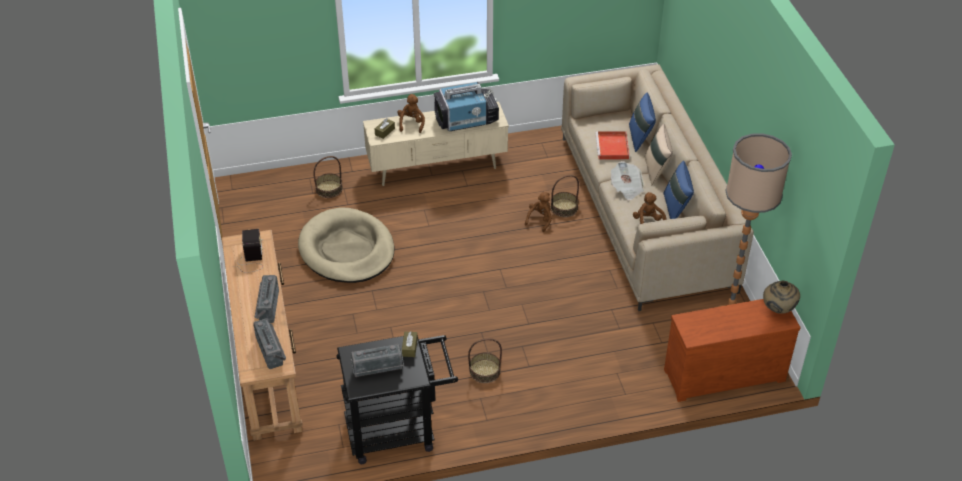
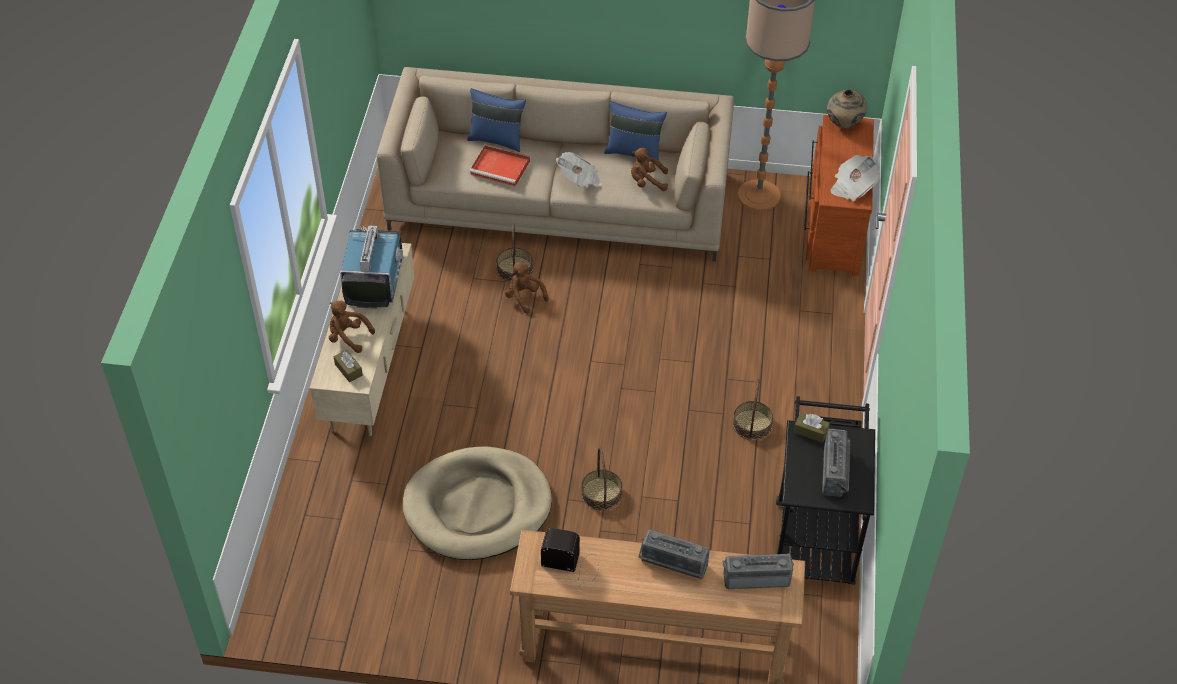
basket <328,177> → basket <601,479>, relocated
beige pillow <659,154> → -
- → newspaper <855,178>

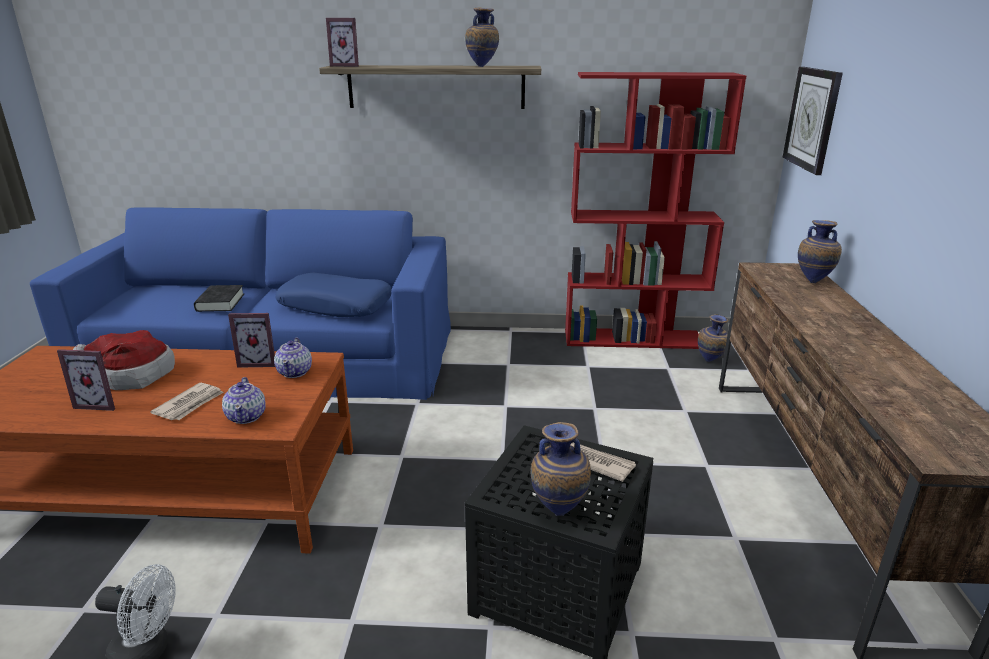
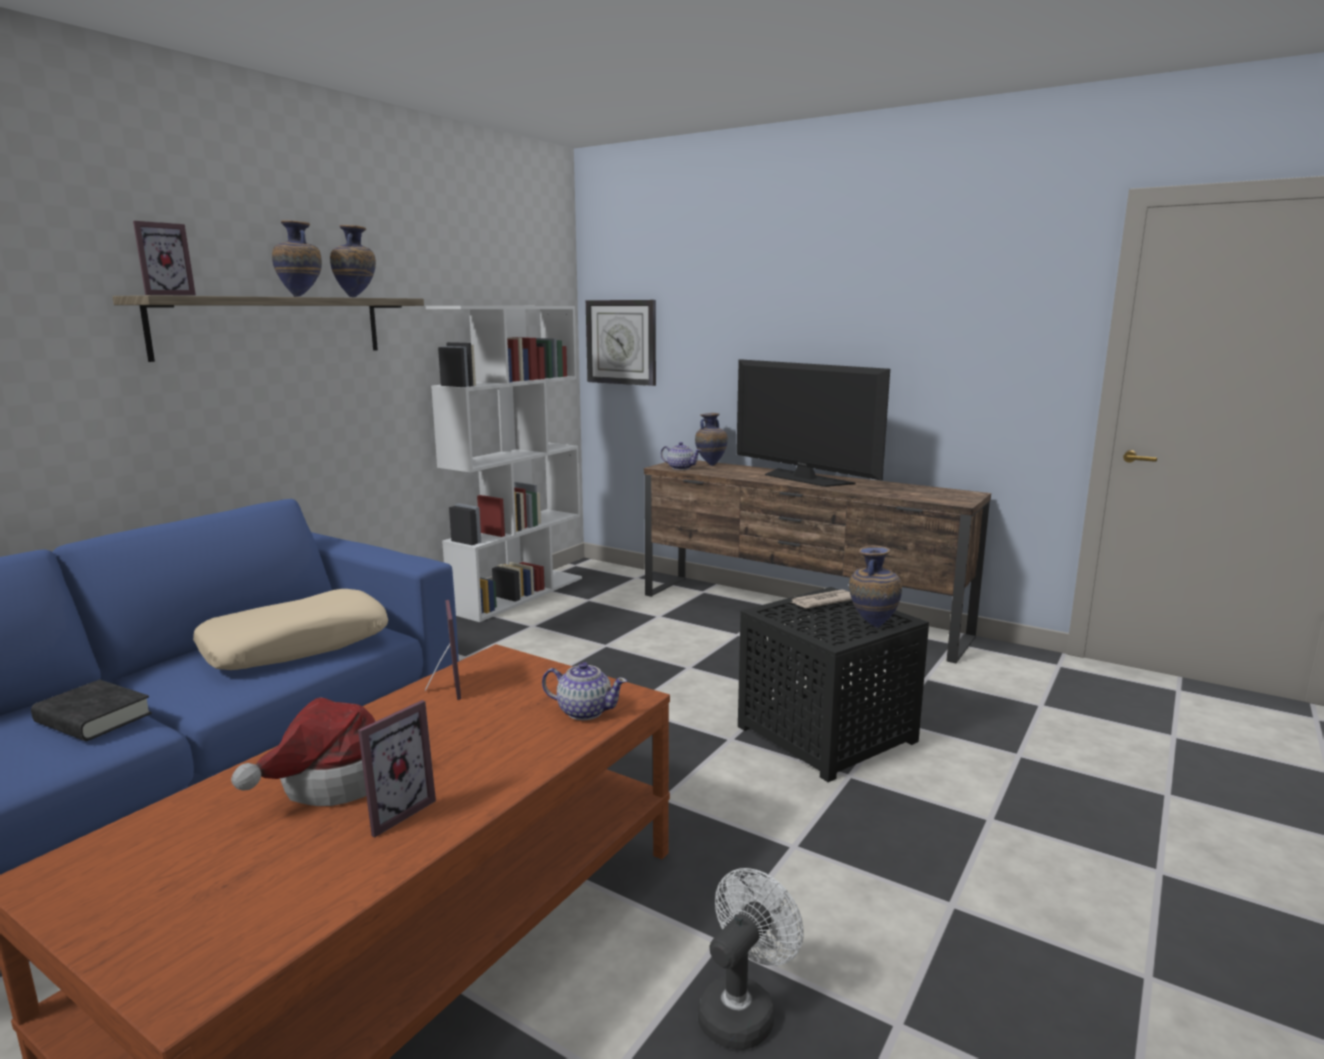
newspaper <187,401> → -
picture frame <251,340> → picture frame <443,650>, 45 degrees counterclockwise
teapot <293,358> → teapot <681,456>, relocated
blue pillow <333,295> → beige pillow <290,629>
red bookcase <655,210> → white bookcase <504,464>
vase <713,338> → vase <297,258>, relocated
- → television <813,423>

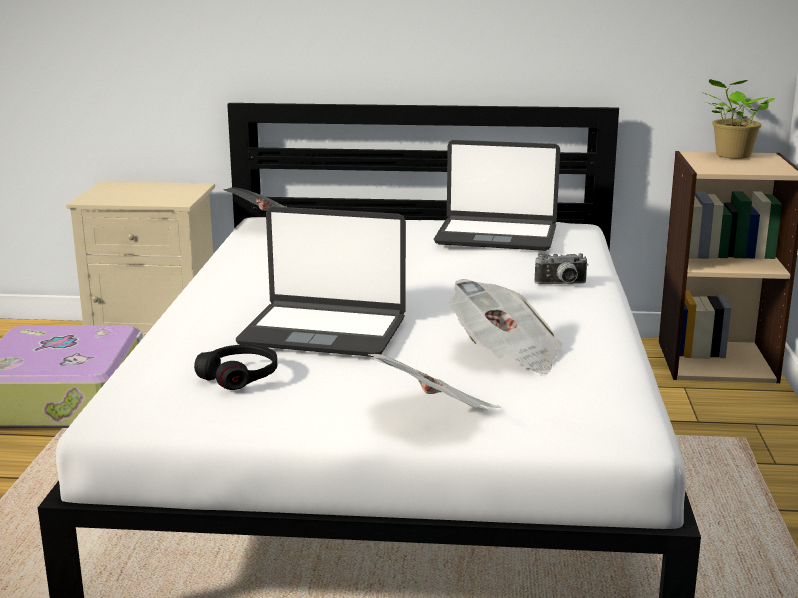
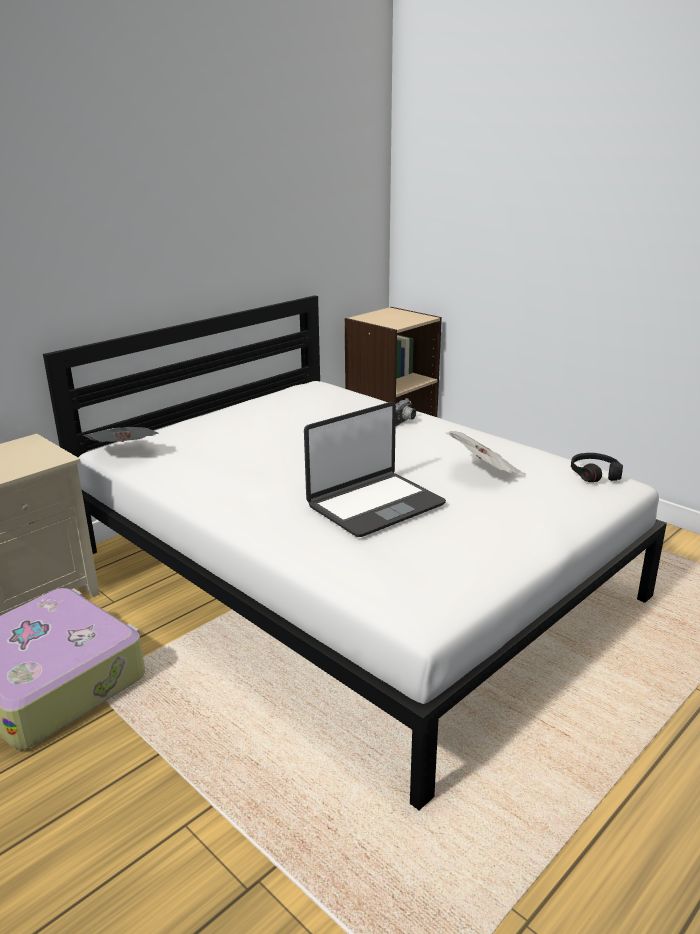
black headphones <235,367> → black headphones <597,467>, relocated
newspaper <435,382> → -
laptop <497,195> → -
potted plant <739,119> → -

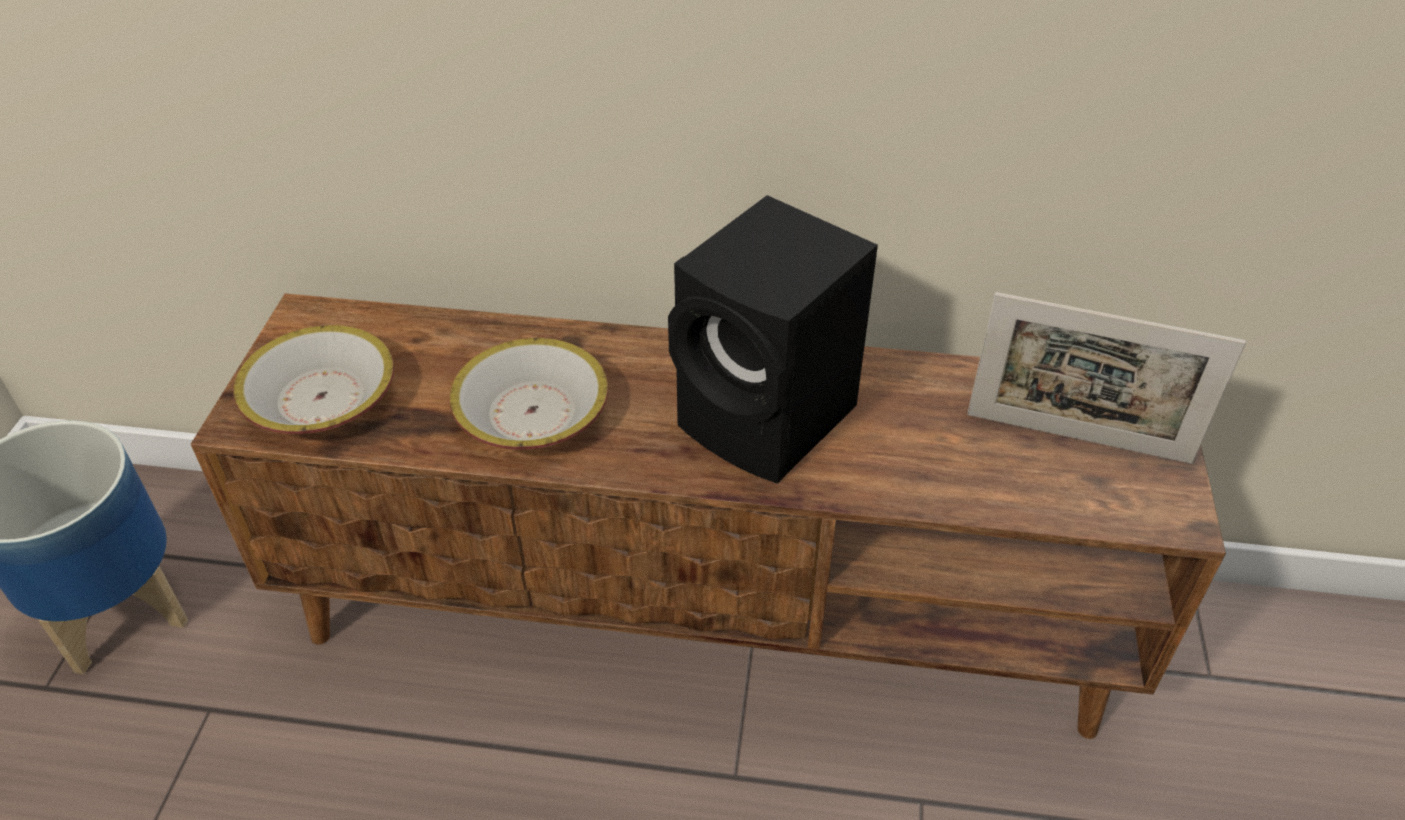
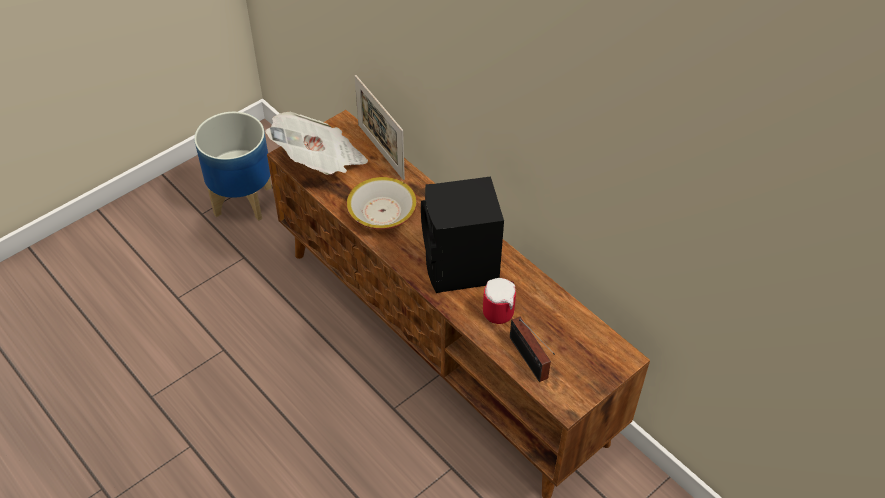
bowl <314,379> → newspaper <316,143>
picture frame <1106,378> → picture frame <380,127>, relocated
- → mug <499,301>
- → radio <532,349>

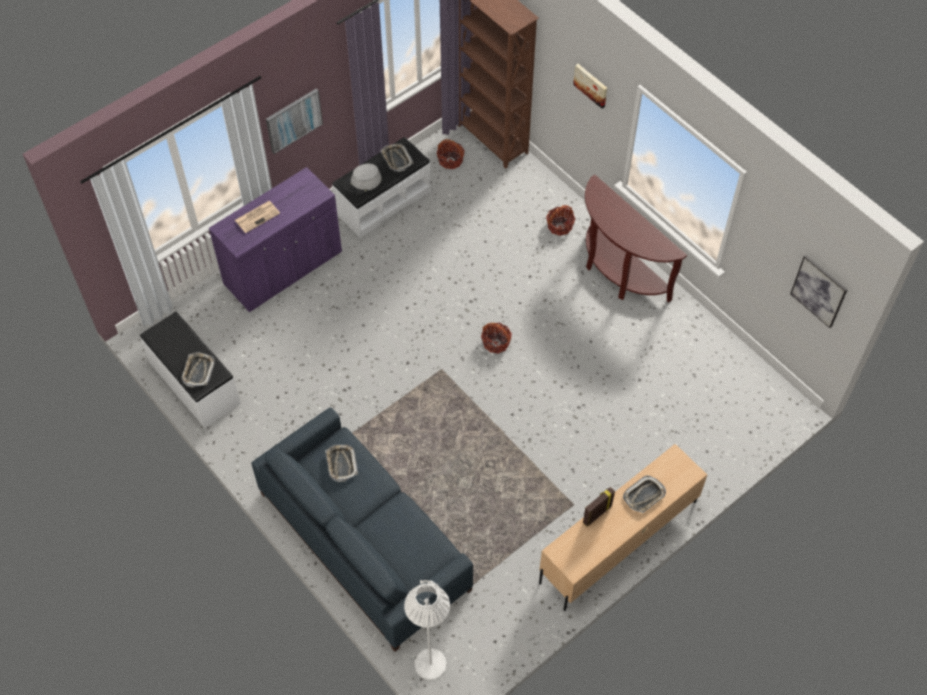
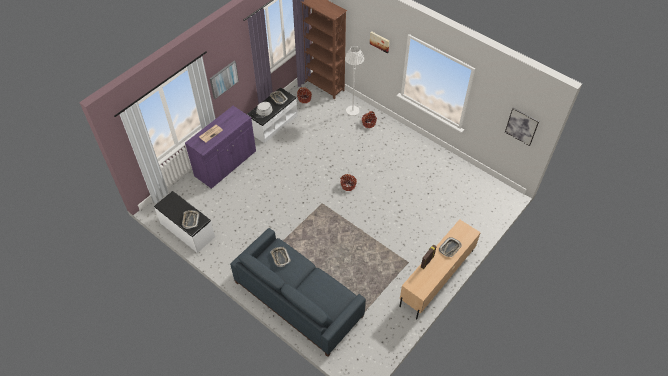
white floor lamp <427,630> → white floor lamp <354,81>, relocated
brown console table <636,239> → -

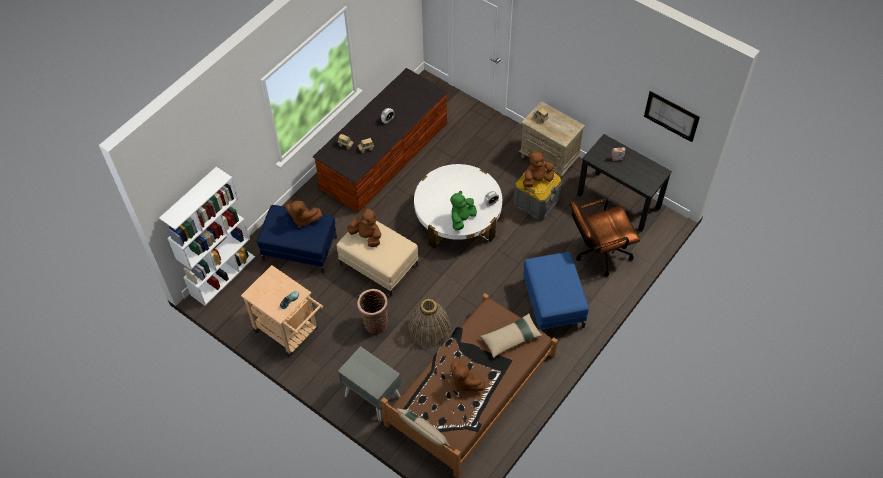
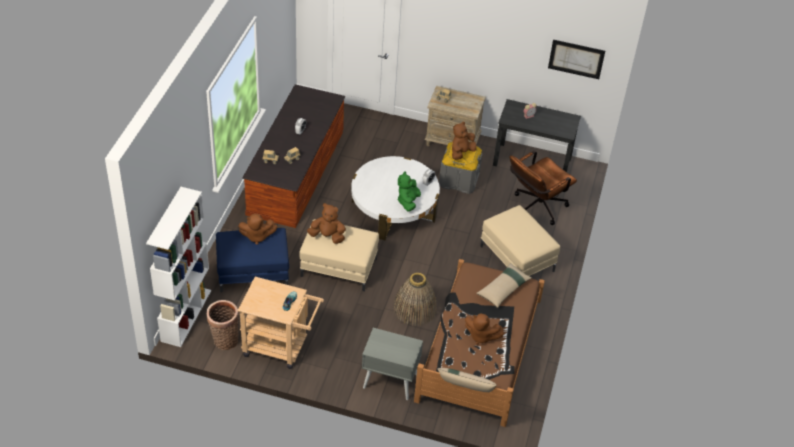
basket <372,311> → basket <223,325>, relocated
blue ottoman <556,291> → beige ottoman <520,240>

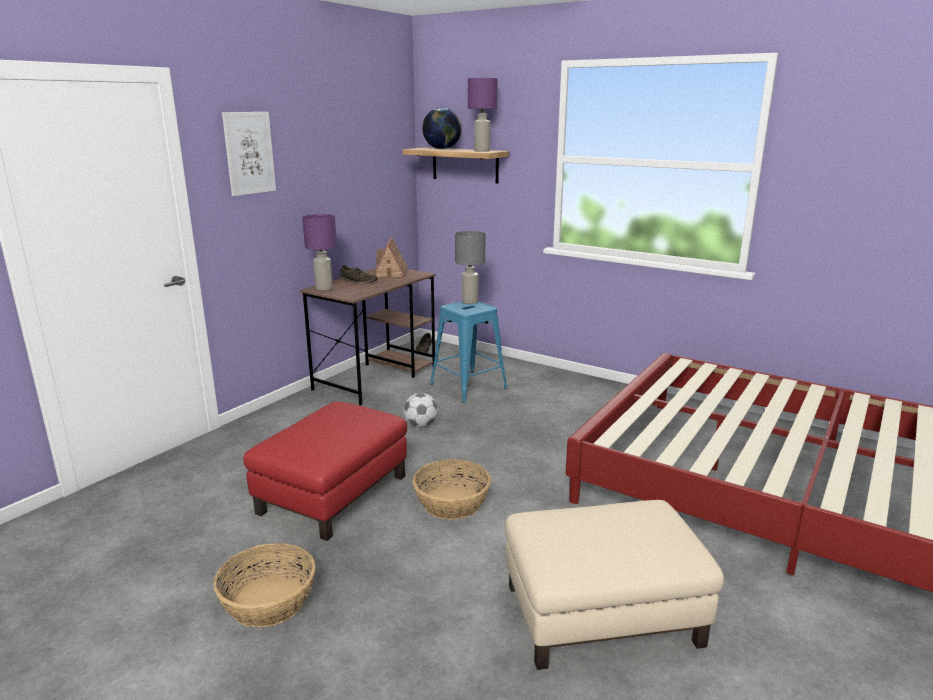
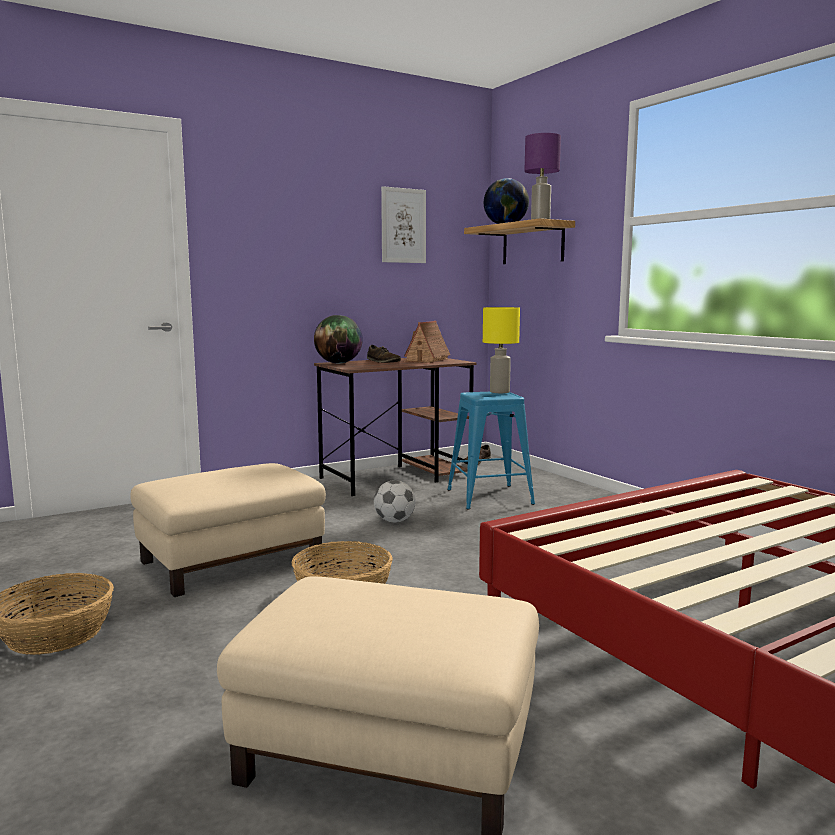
picture <249,154> → picture <403,224>, relocated
red ottoman <325,471> → beige ottoman <228,530>
purple table lamp <319,252> → globe <338,339>
grey table lamp <470,267> → yellow table lamp <501,350>

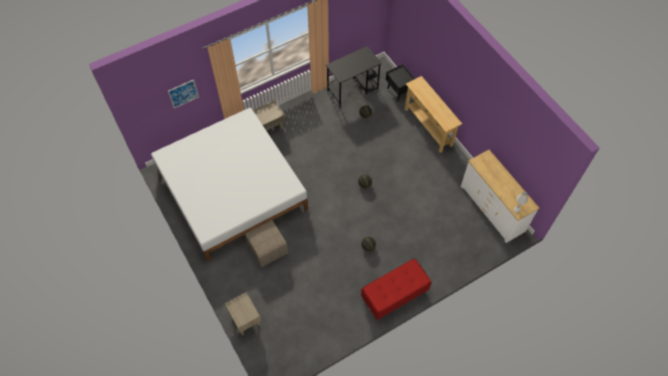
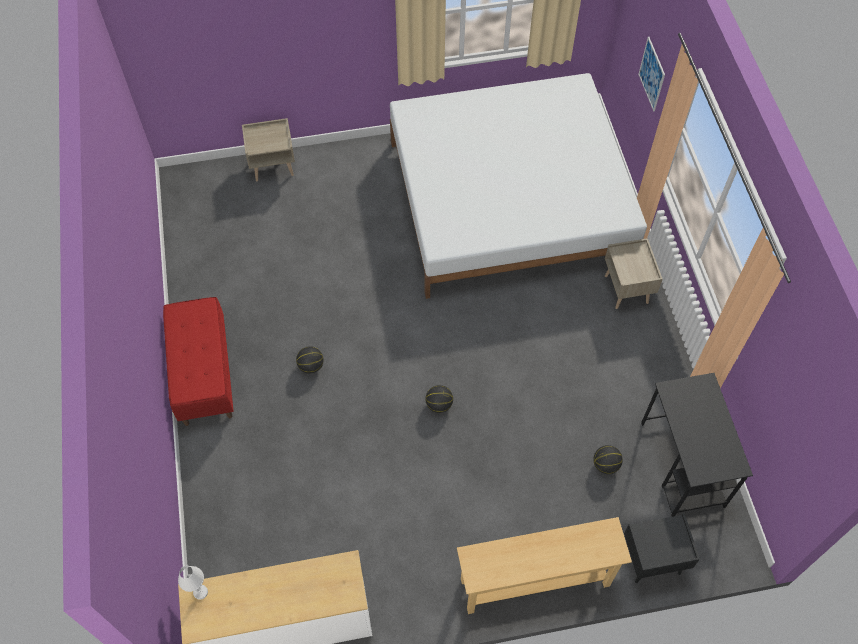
beige ottoman <266,243> → -

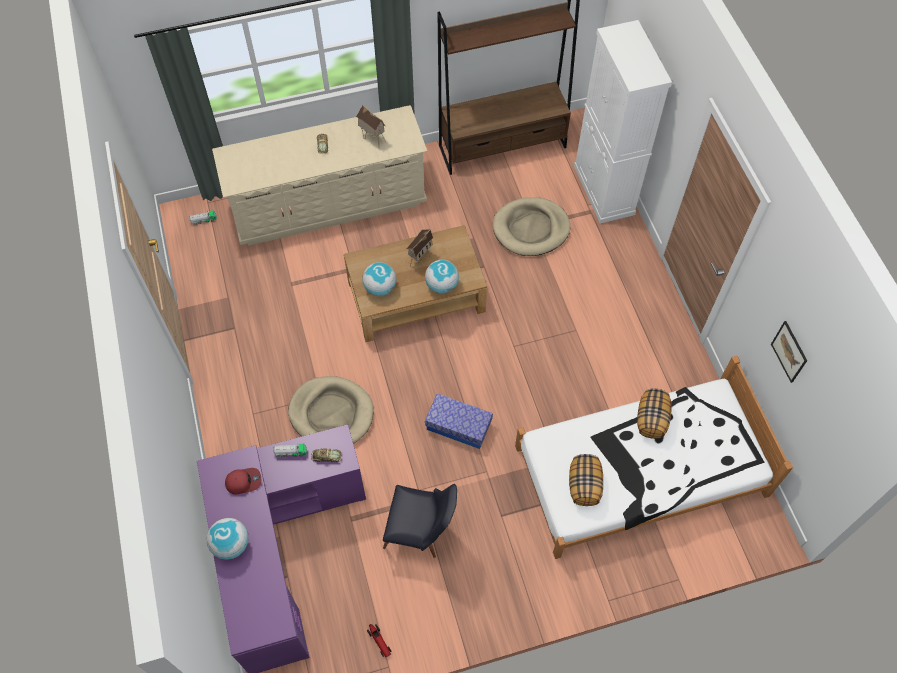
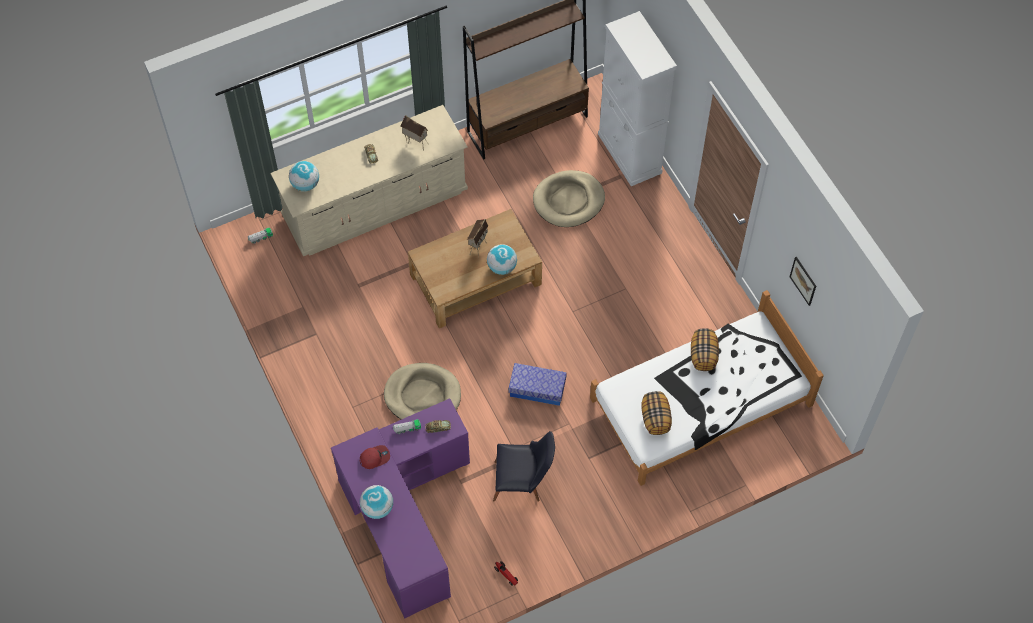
globe <379,279> → globe <304,176>, relocated

